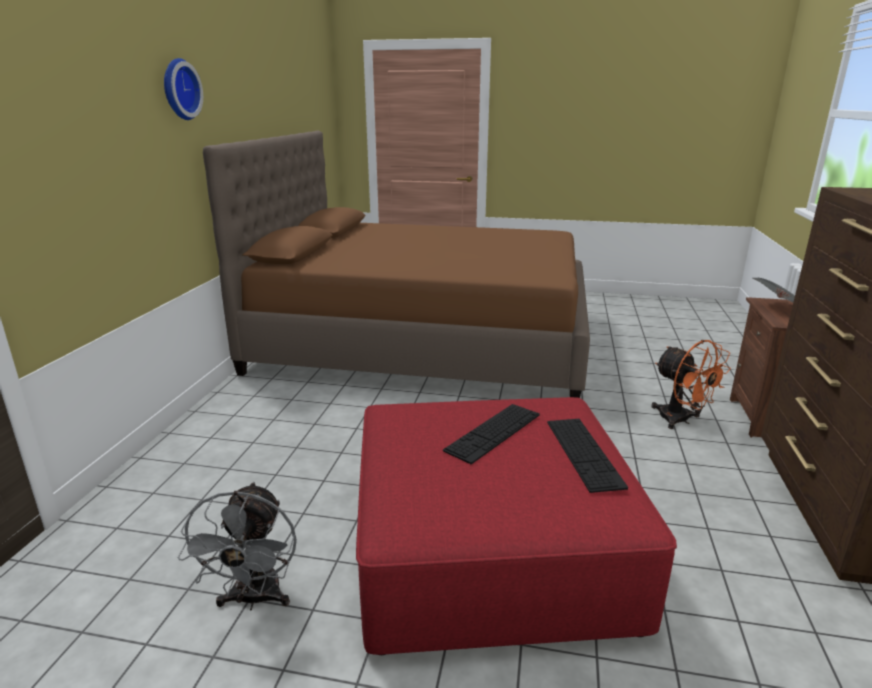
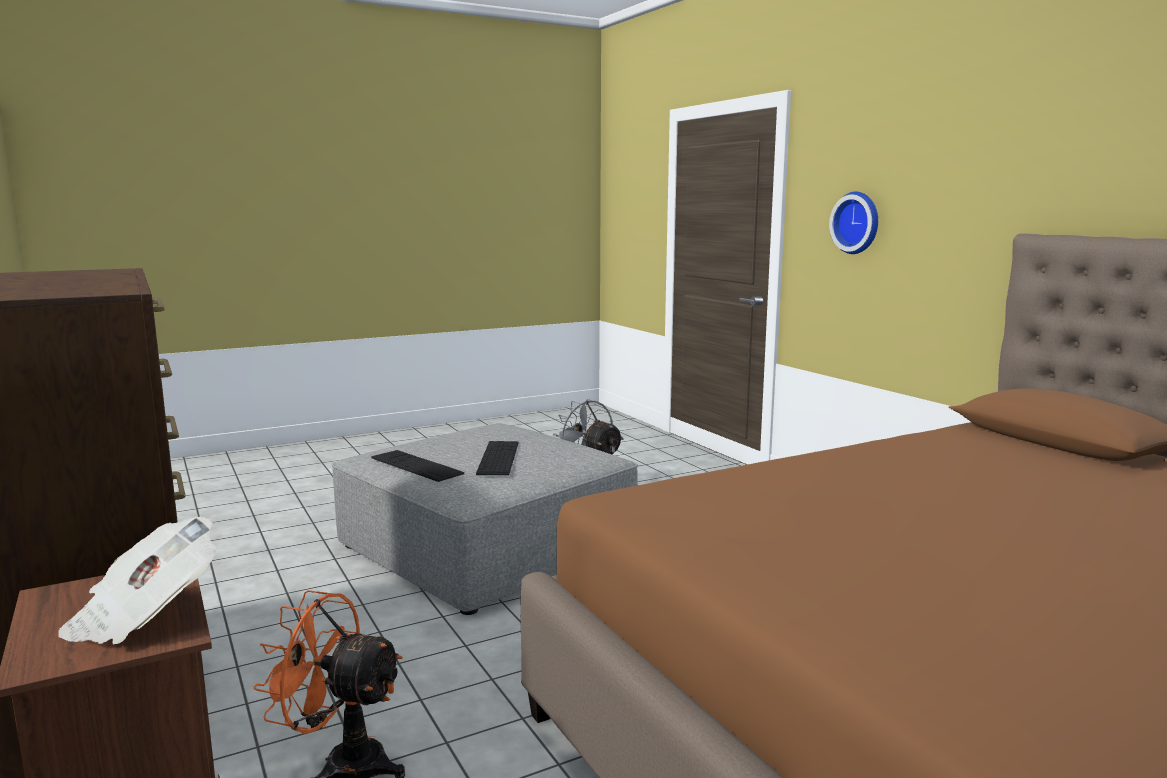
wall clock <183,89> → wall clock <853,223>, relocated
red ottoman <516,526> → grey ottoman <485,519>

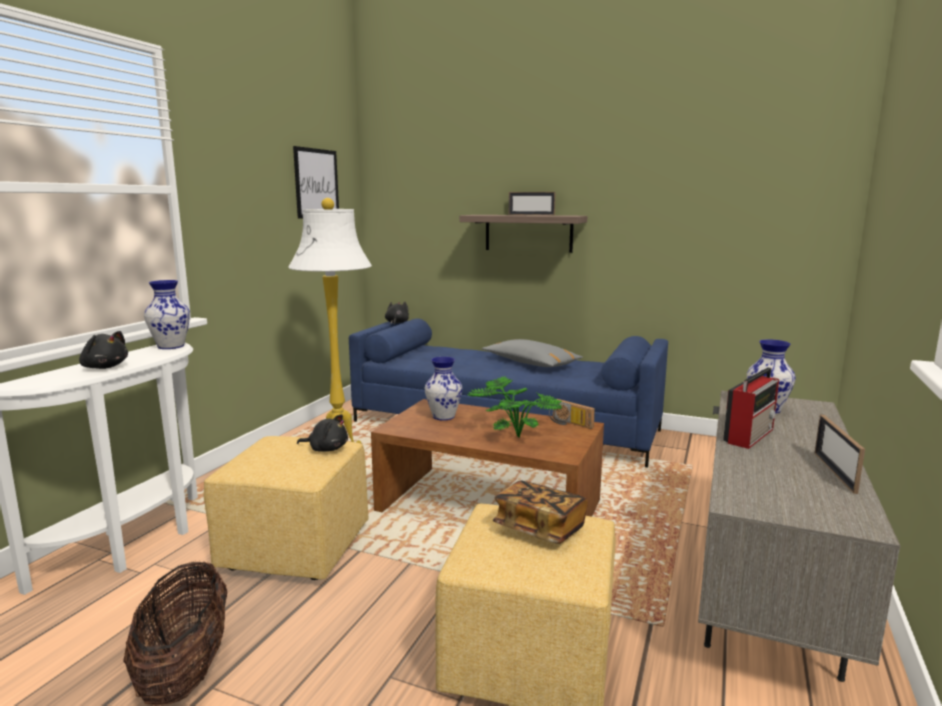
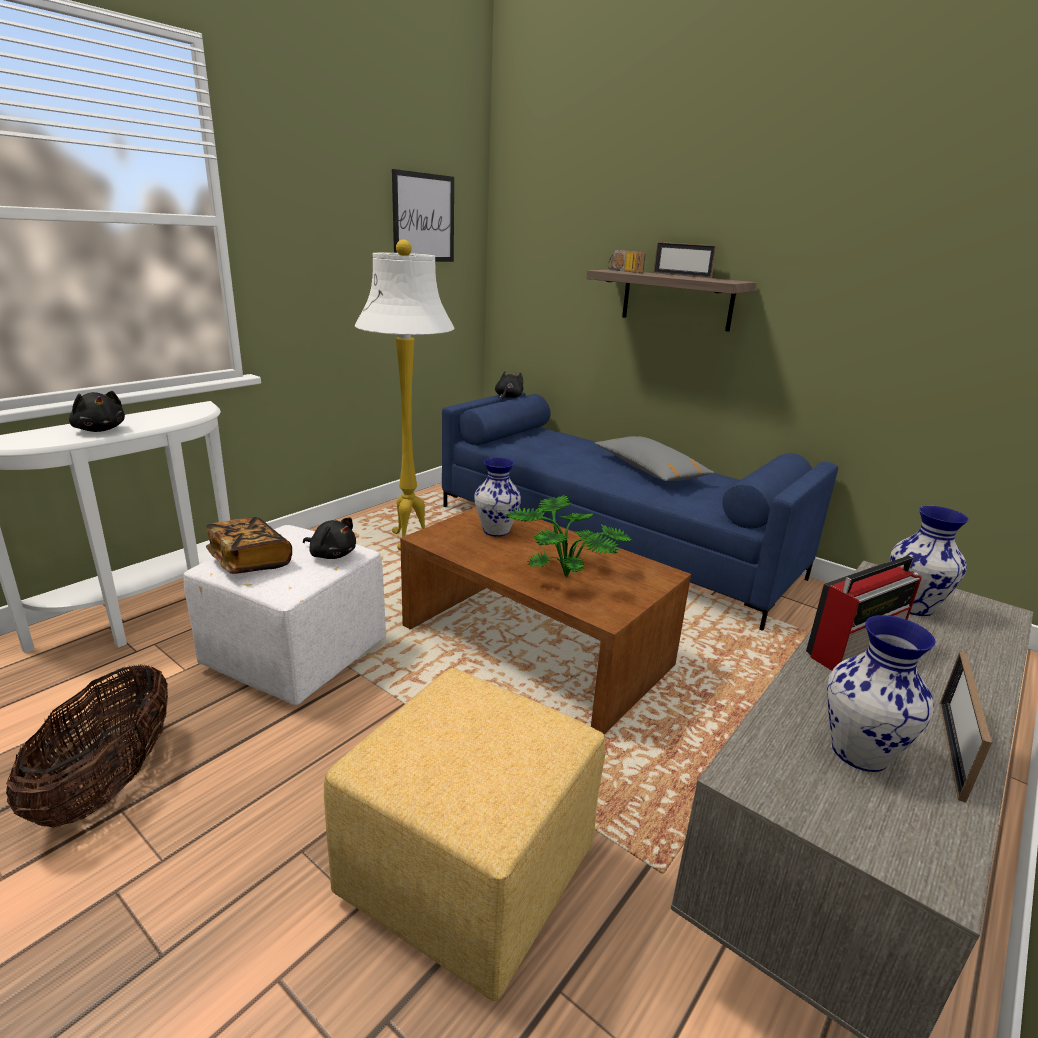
vase <167,314> → vase <881,693>, relocated
yellow ottoman <286,508> → white ottoman <284,615>
book <540,512> → book <249,545>, relocated
radio <572,414> → radio <627,261>, relocated

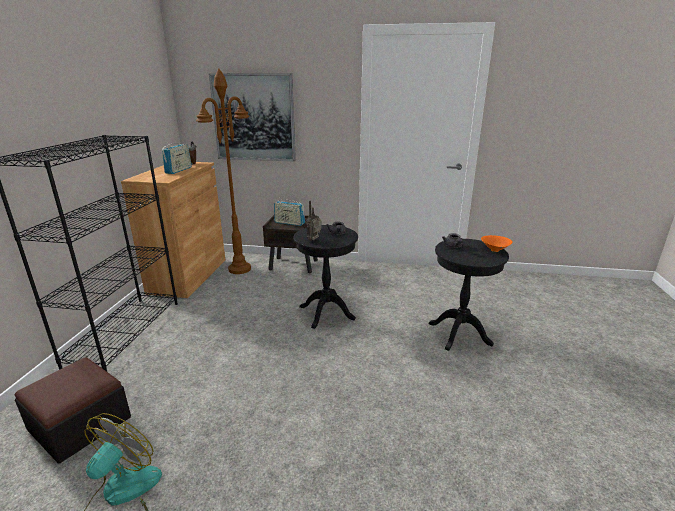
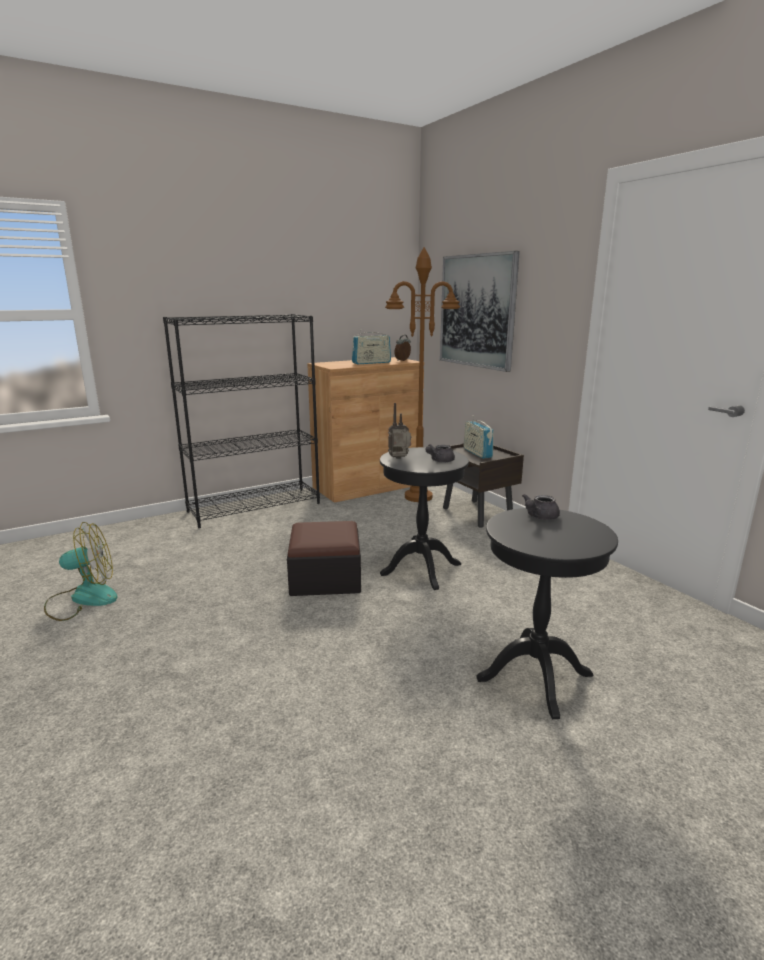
ottoman <72,410> → ottoman <324,558>, relocated
orange bowl <497,243> → -

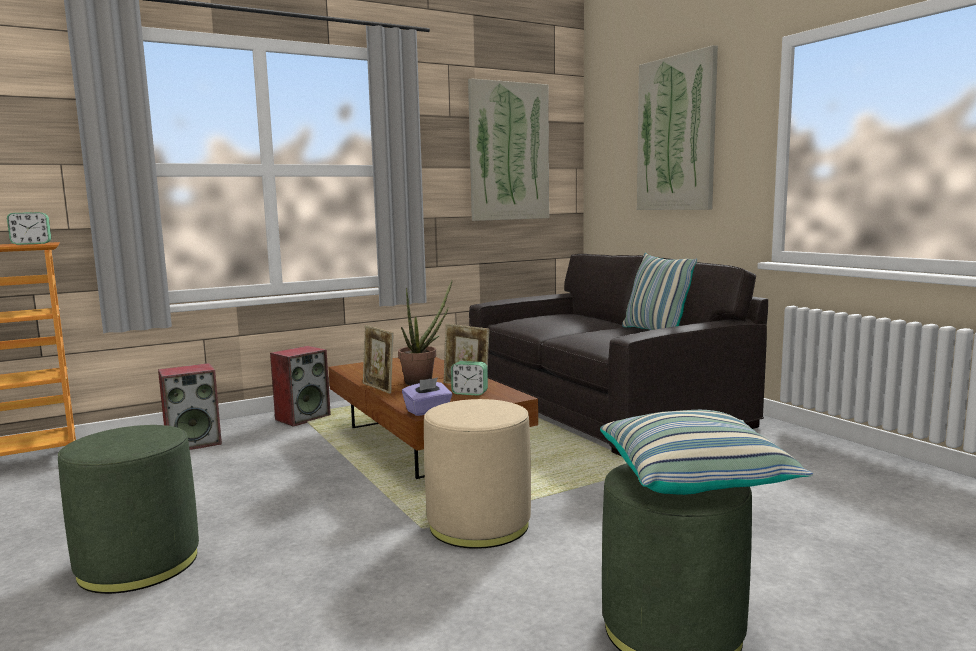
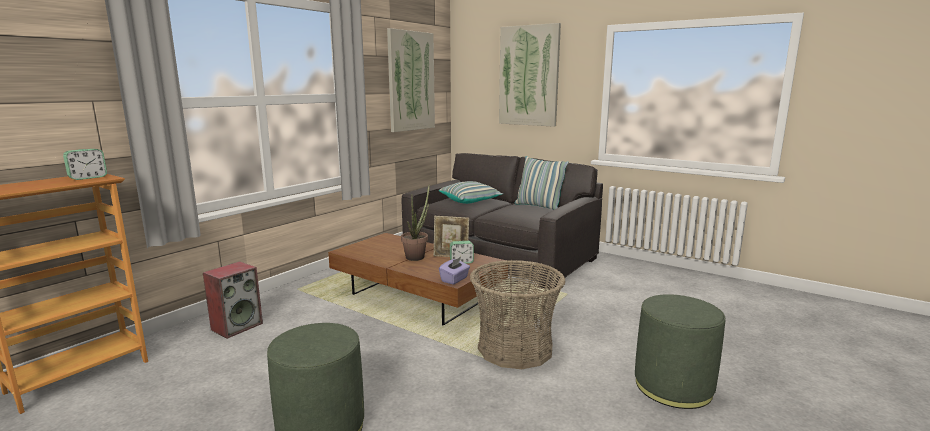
speaker <300,386> → -
picture frame <378,359> → -
beige ottoman <477,474> → basket <518,314>
pillow <706,452> → pillow <471,192>, relocated

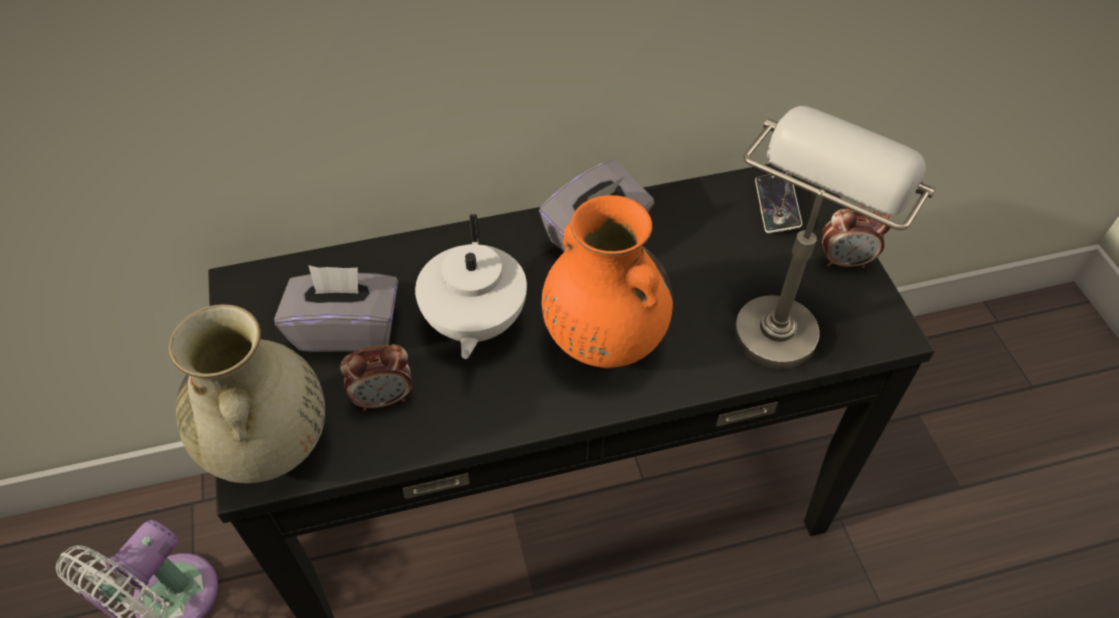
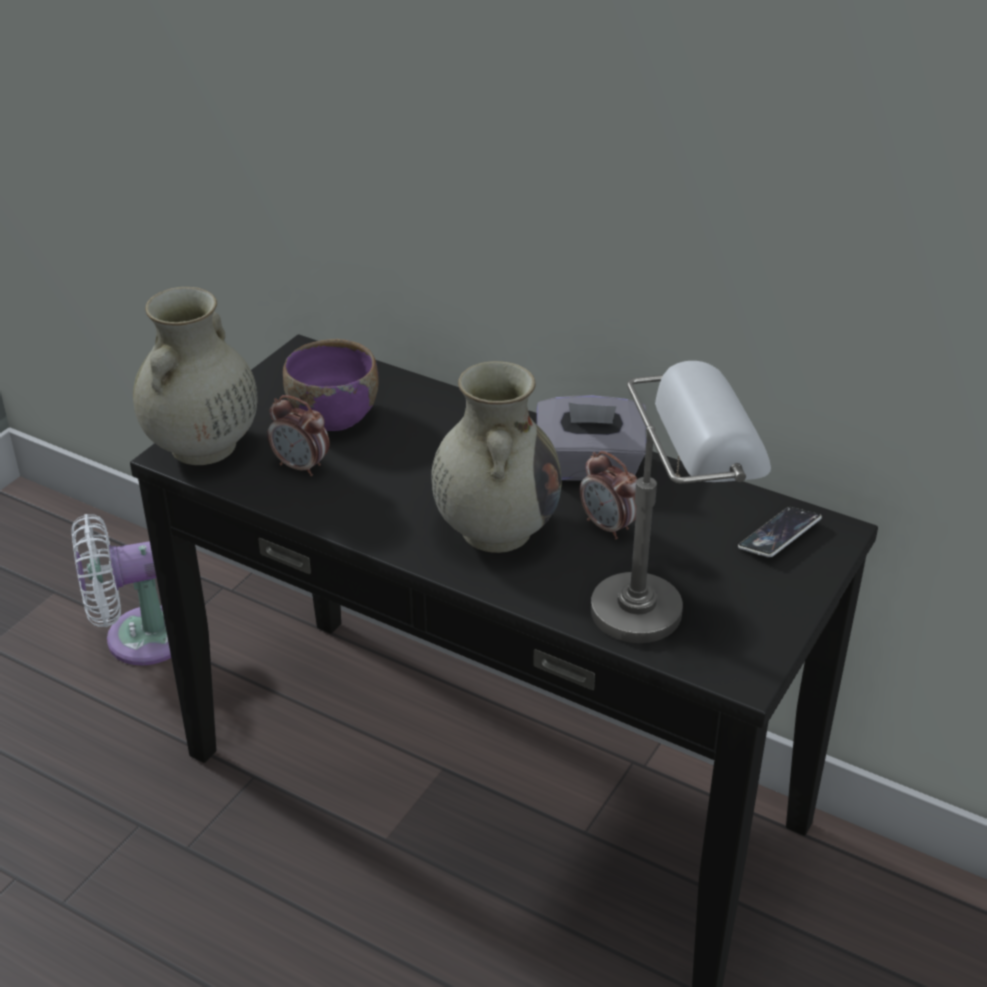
grey tissue box <336,308> → purple bowl <331,385>
white teapot <471,286> → -
orange vase <607,281> → beige vase <496,457>
alarm clock <856,236> → alarm clock <608,495>, relocated

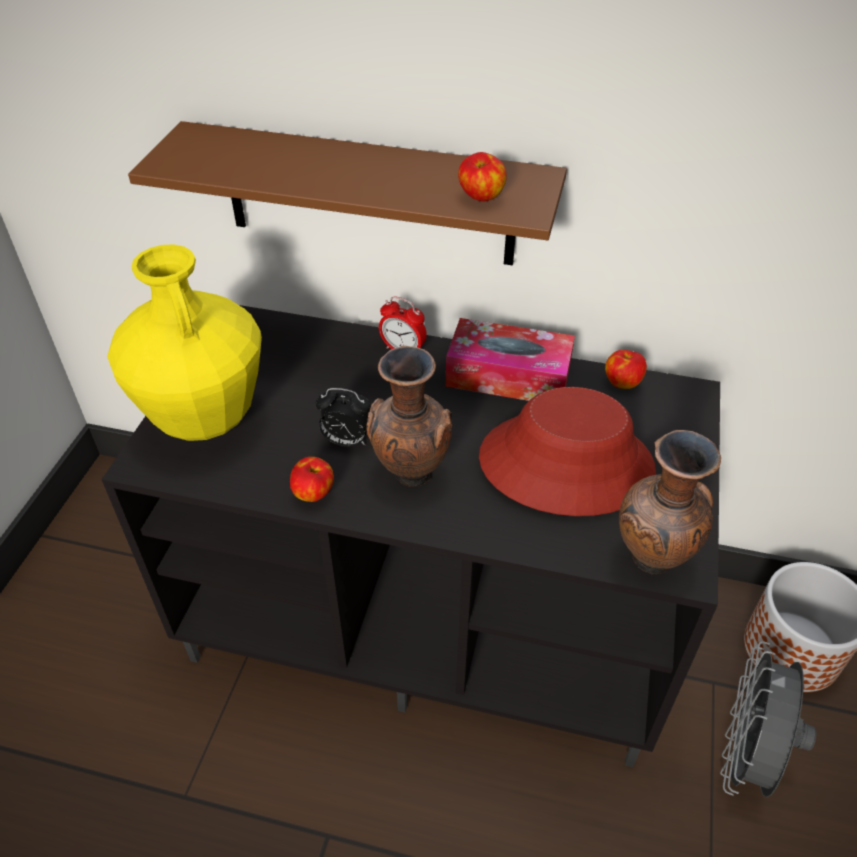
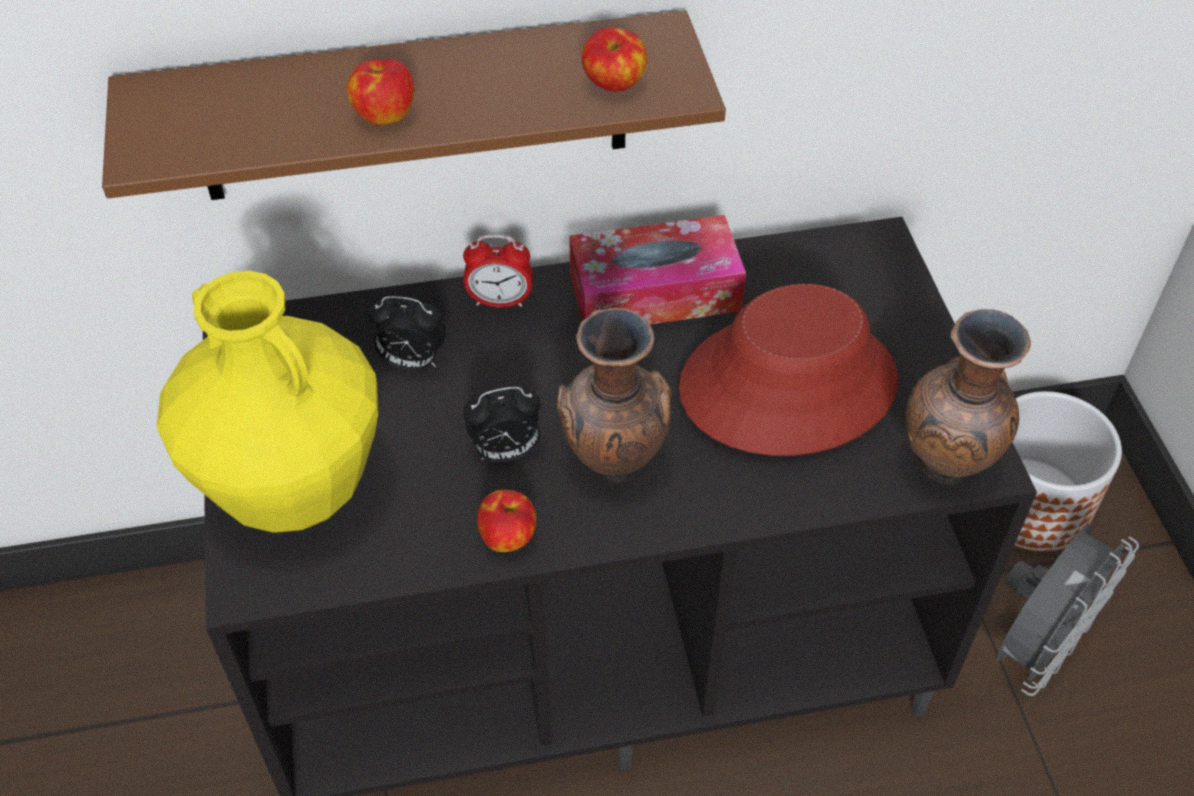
apple <626,369> → apple <380,92>, relocated
grey fan <768,719> → grey fan <1068,610>, 135 degrees counterclockwise
- → alarm clock <407,333>

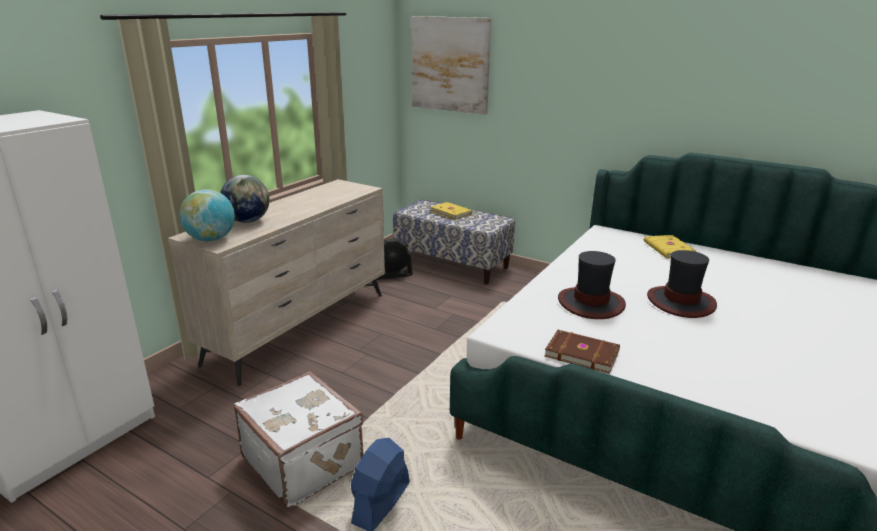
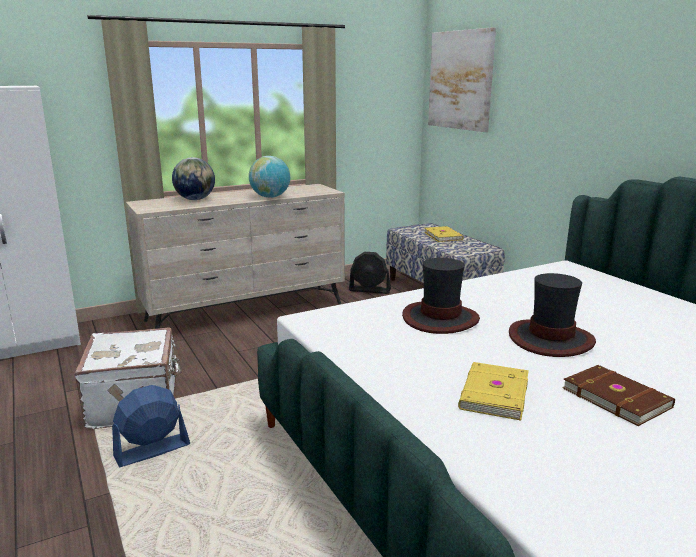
globe <207,215> → globe <269,177>, relocated
brown book <582,352> → brown book <619,395>, relocated
yellow book <670,247> → yellow book <493,391>, relocated

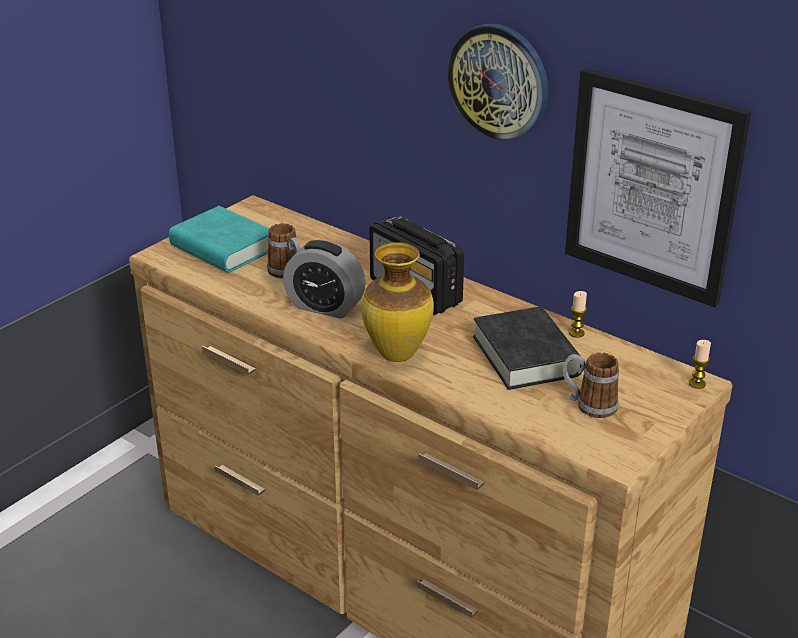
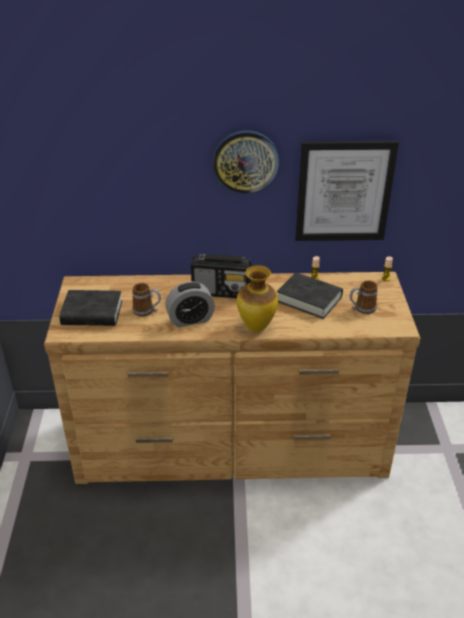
turquoise book <219,239> → black book <90,308>

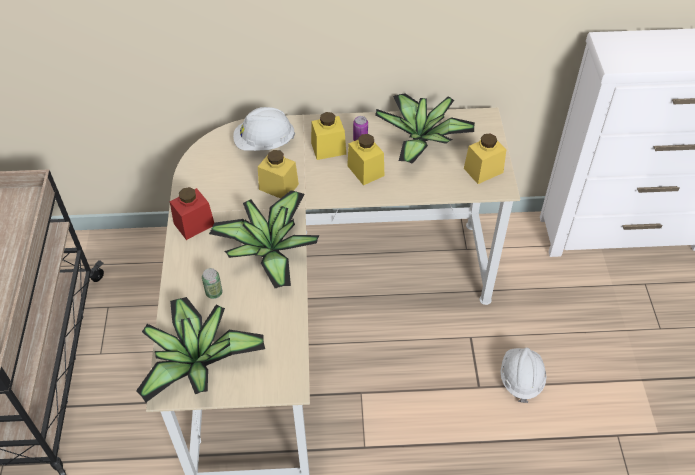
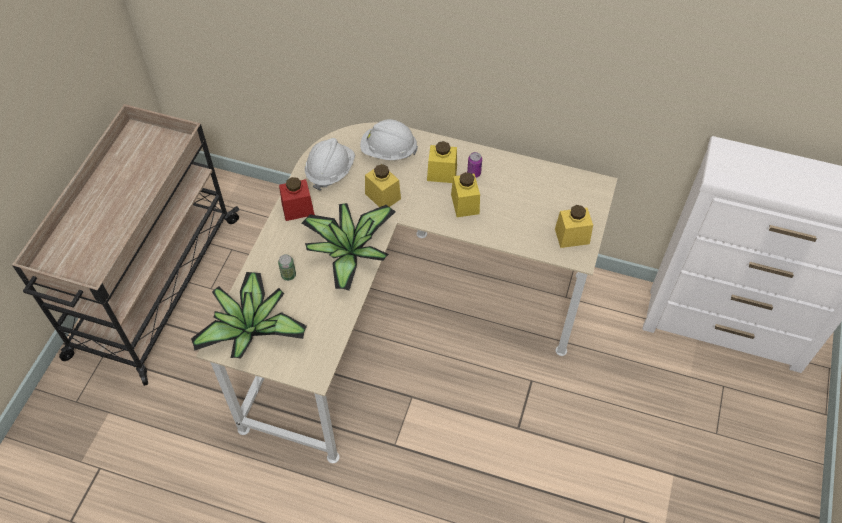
potted plant <425,128> → -
white hard hat <523,375> → white hard hat <330,164>, relocated

